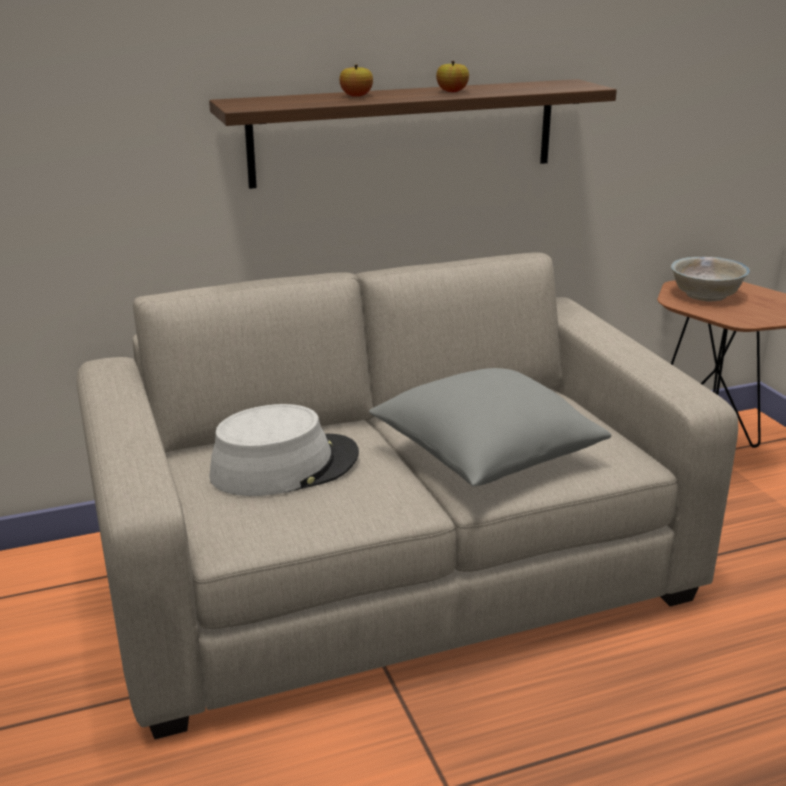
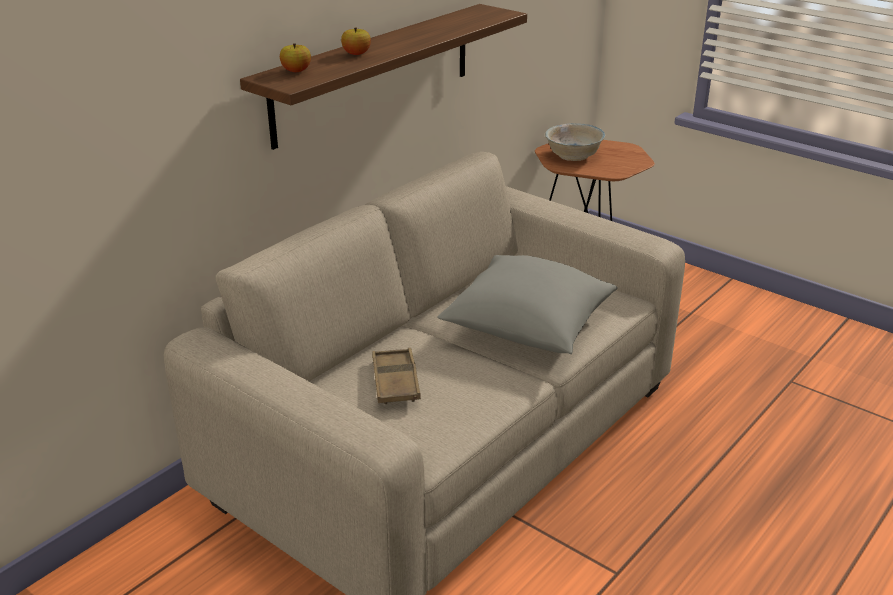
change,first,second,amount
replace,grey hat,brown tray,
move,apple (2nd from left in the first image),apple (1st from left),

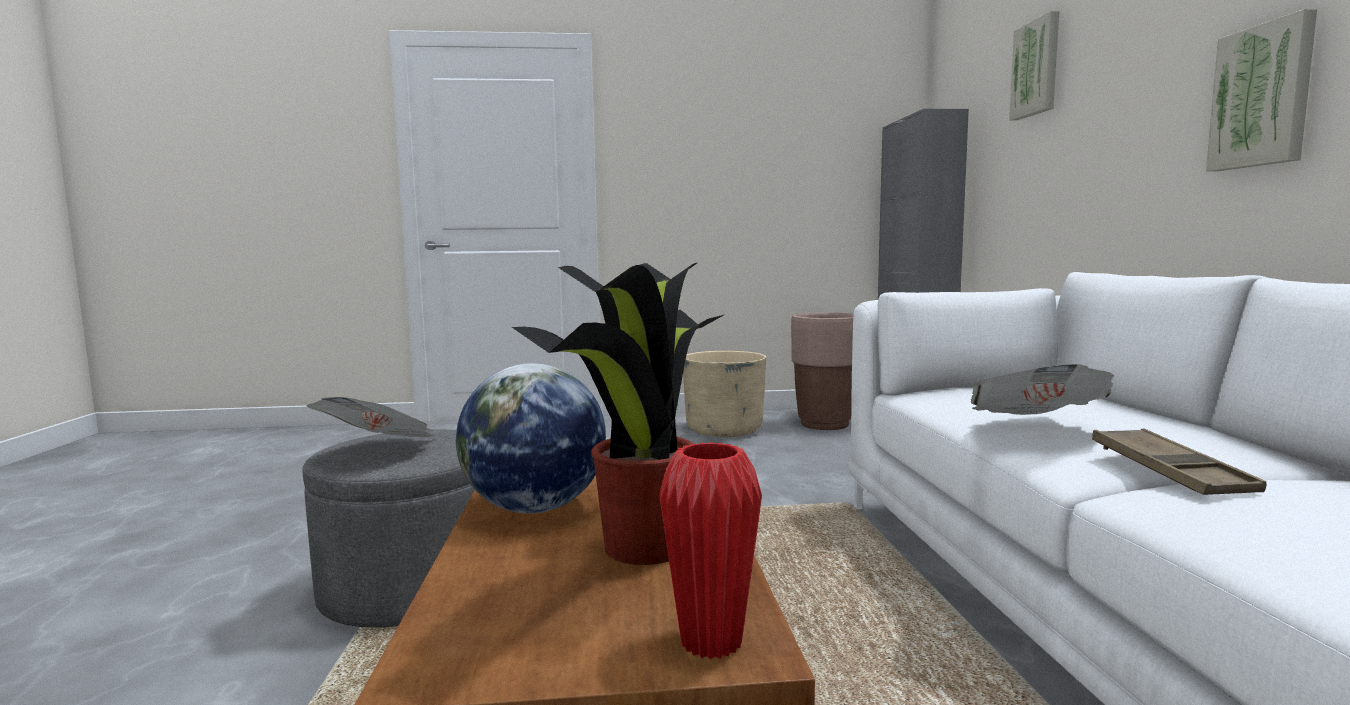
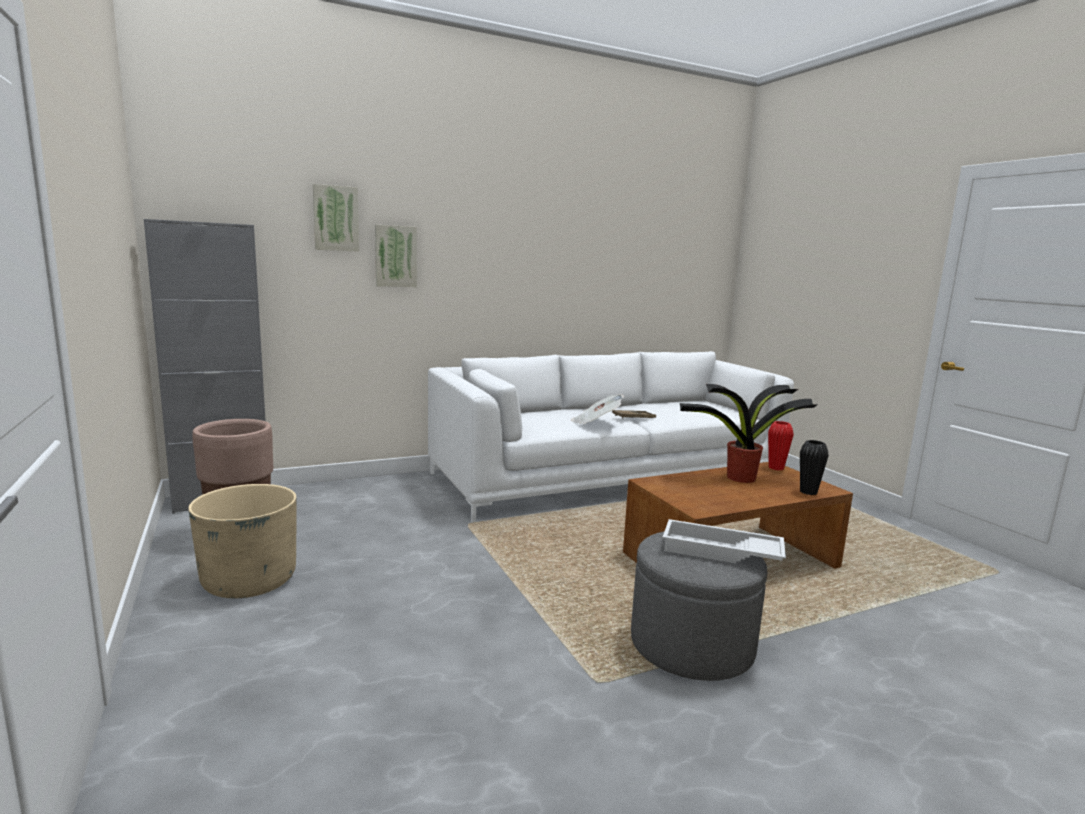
change,first,second,amount
replace,newspaper (1st from left),white tray,
delete,globe,,
move,picture (2nd from left),,
insert,,black vase,

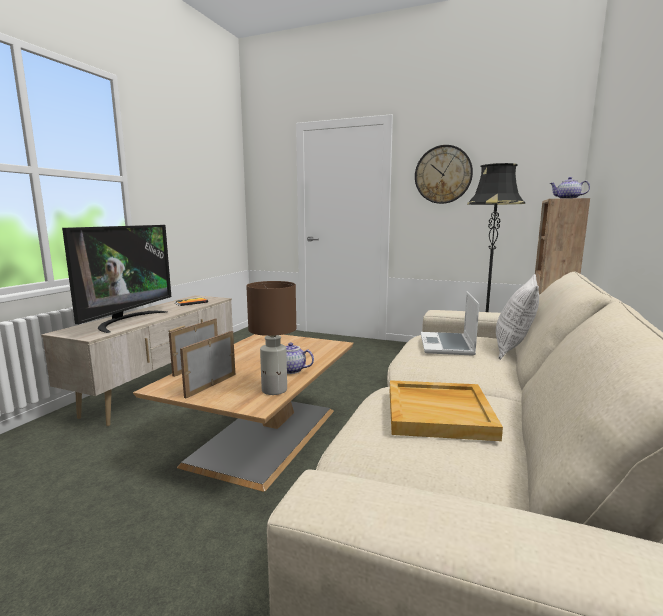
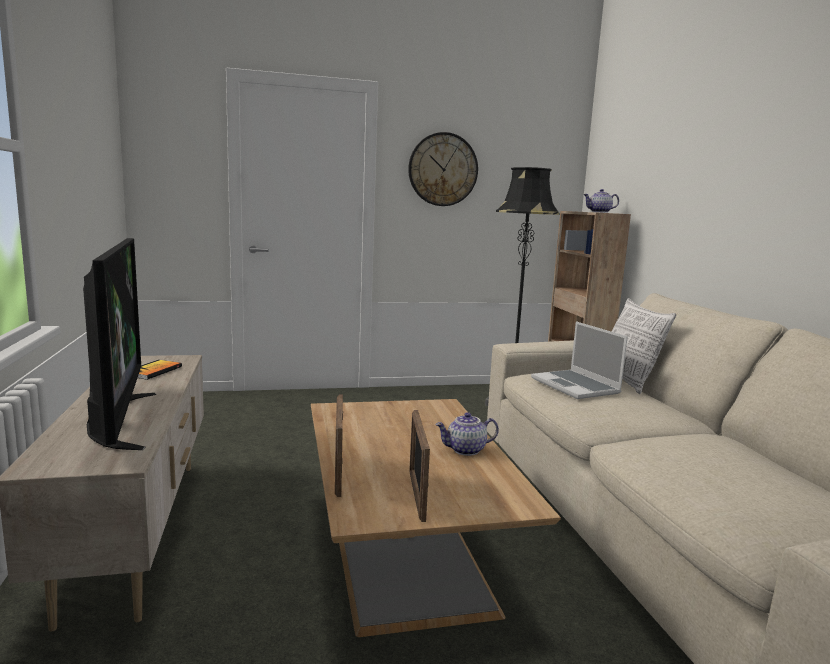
change,first,second,amount
delete,brown table lamp,,
delete,beige tray,,

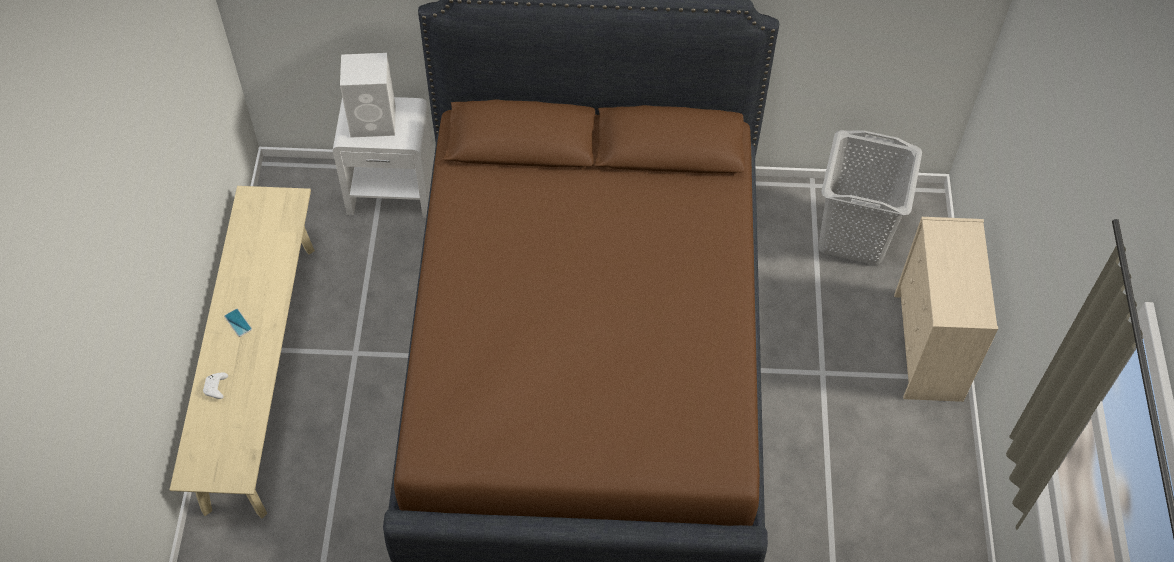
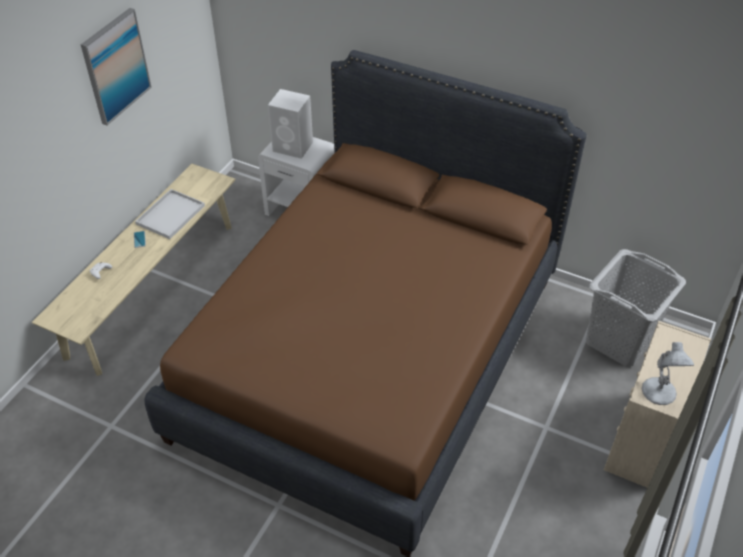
change,first,second,amount
insert,,picture,
insert,,white tray,
insert,,white table lamp,

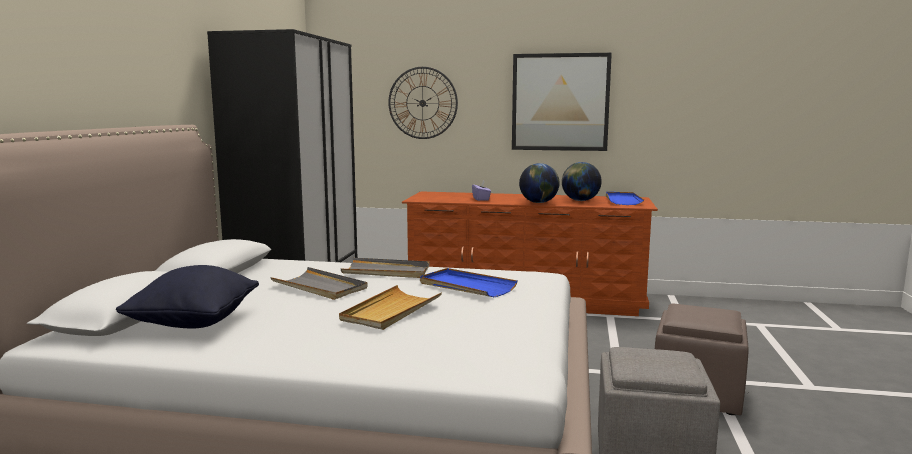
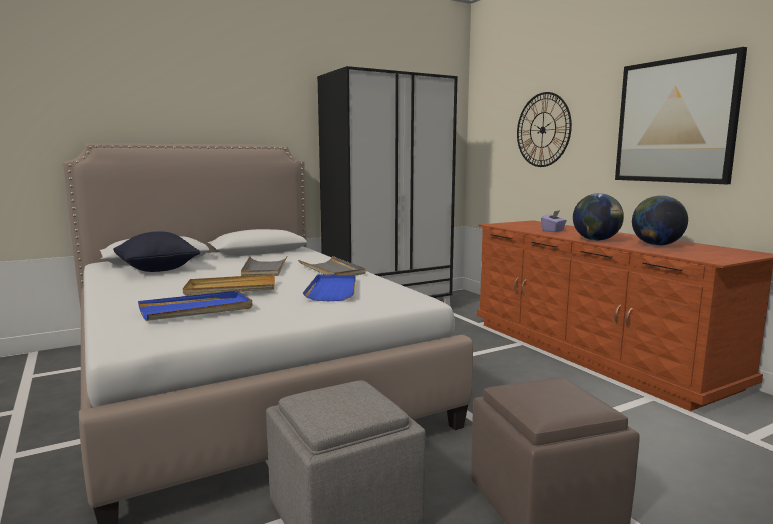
change,first,second,amount
move,blue tray (2nd from left in the first image),blue tray (1st from left),

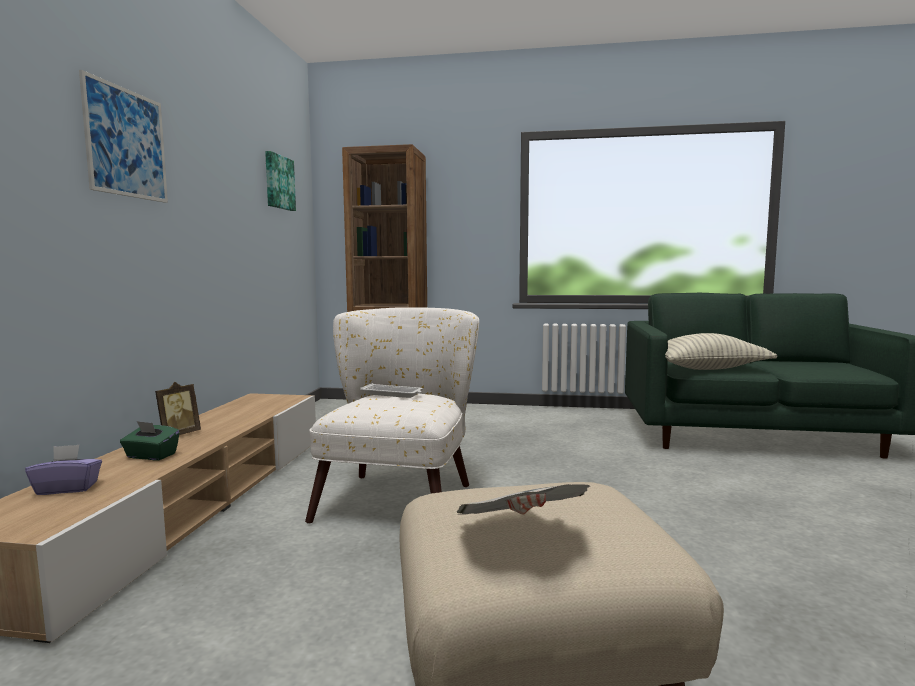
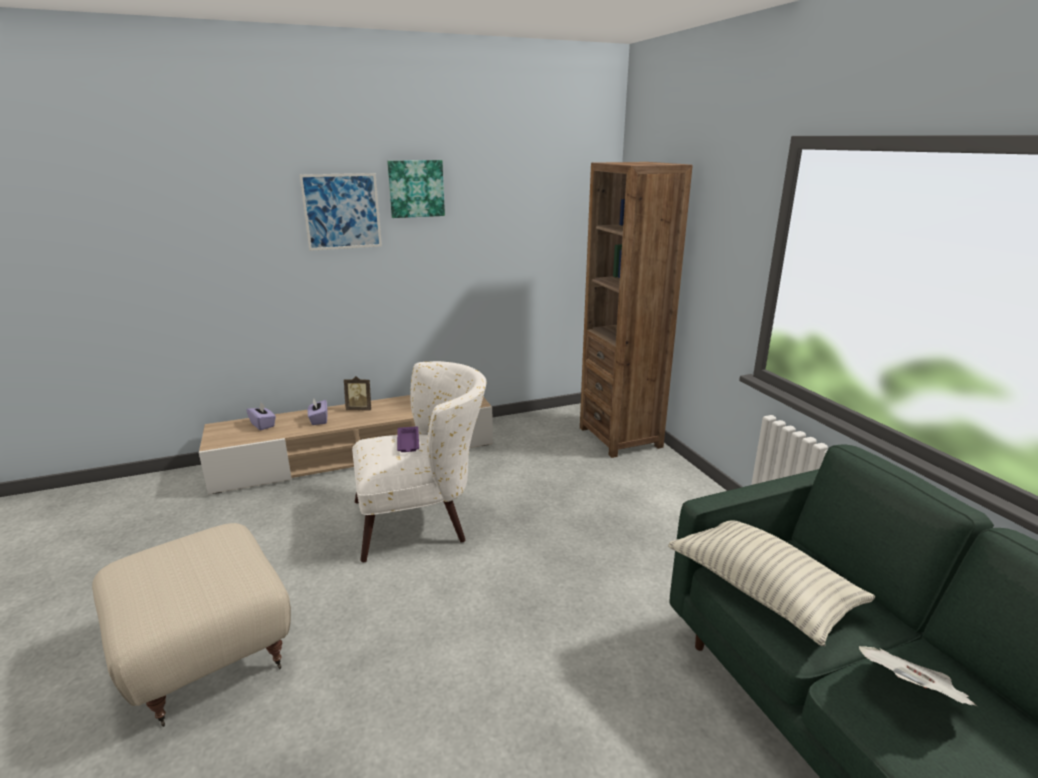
change,first,second,amount
recolor,green tissue box,purple tissue box (2nd from left),
move,picture (2nd from left),,
recolor,white tray,purple tray,
move,newspaper,,

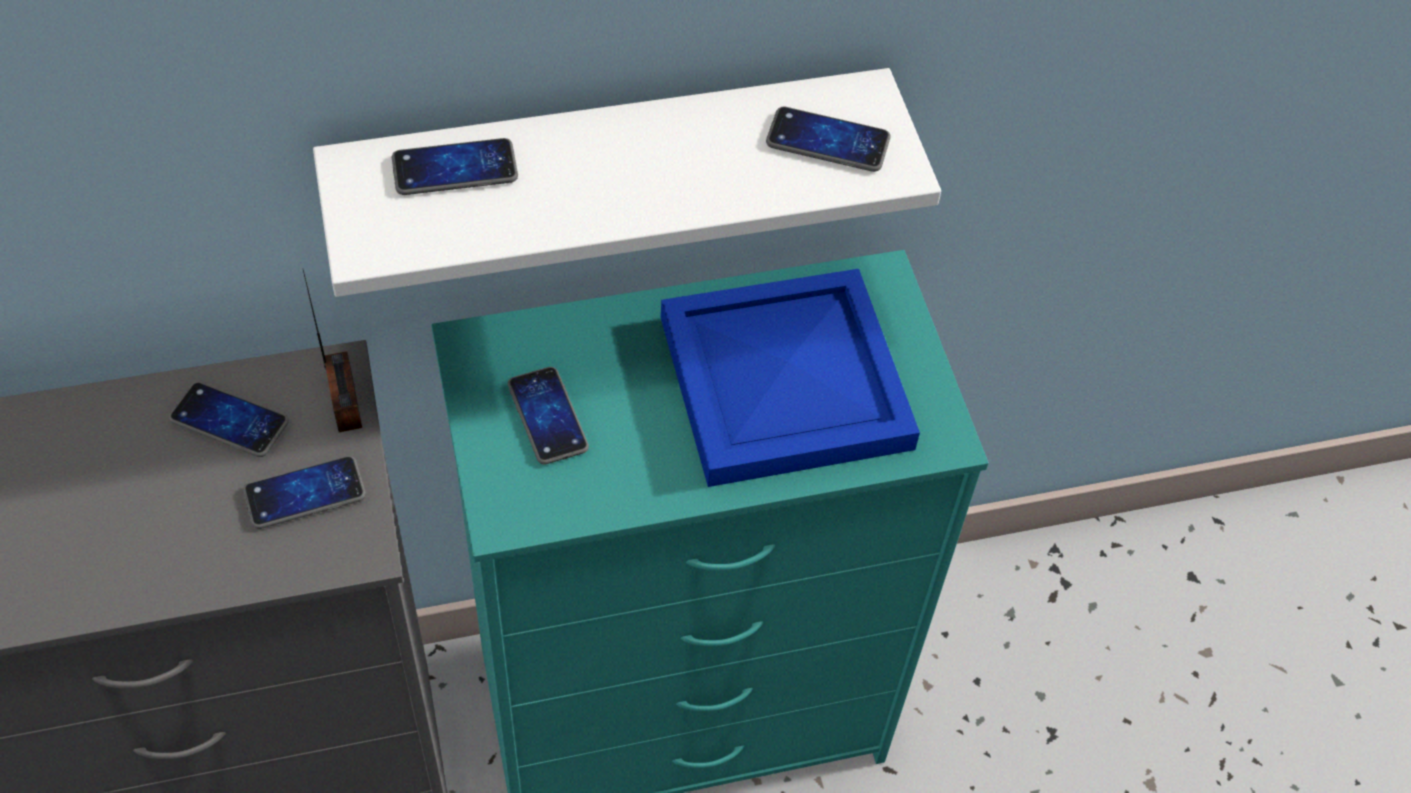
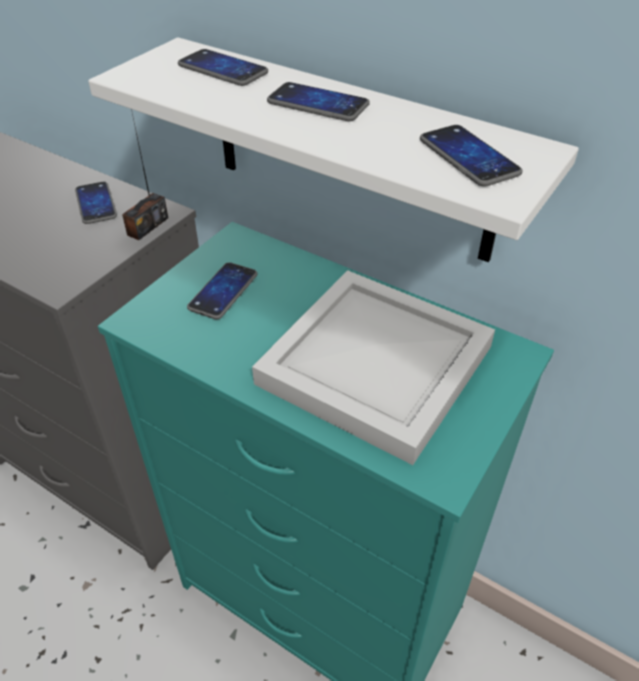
change,first,second,amount
move,phone (2nd from left in the first image),phone (4th from left),
recolor,blue tray,white tray,

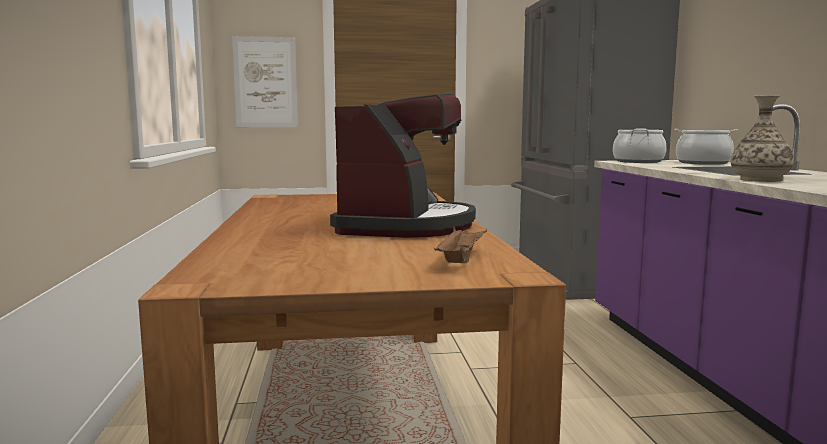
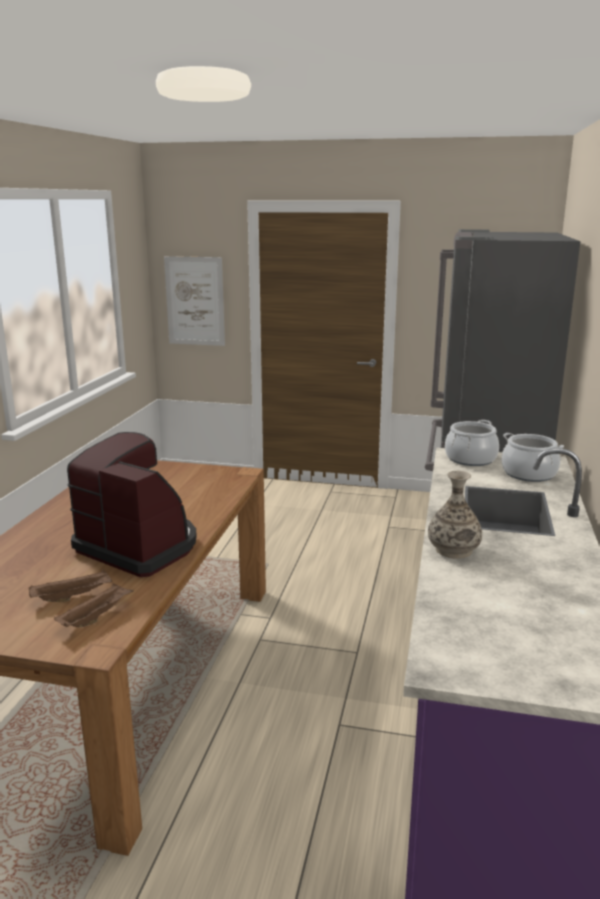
change,first,second,amount
rotate,coffee machine,,90 degrees counterclockwise
insert,,brown tray (1st from left),

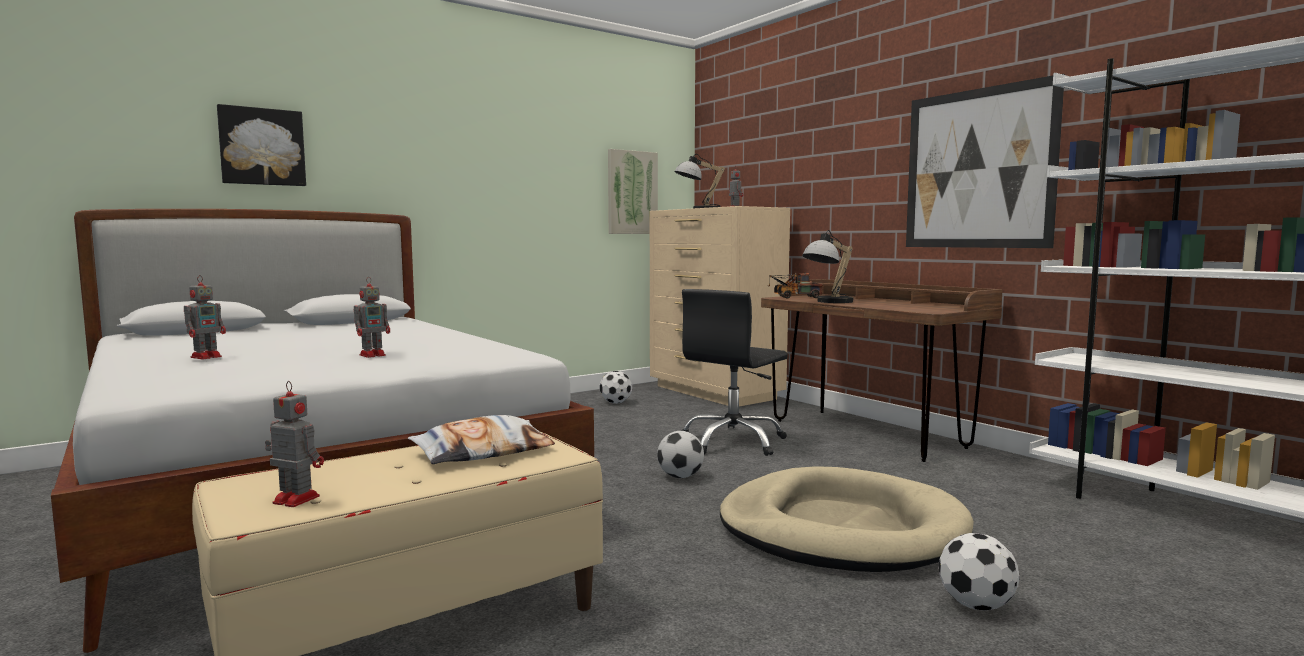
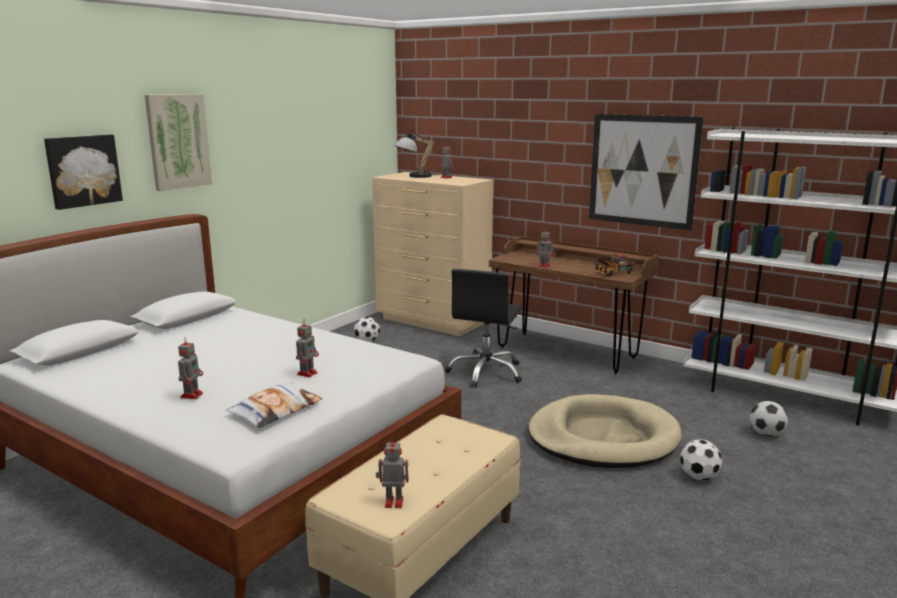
change,first,second,amount
move,pillow,,
move,picture (2nd from left),,
move,football (2nd from left in the first image),football (3rd from left),
move,toy truck,,
replace,table lamp (2nd from left),toy robot (5th from left),

